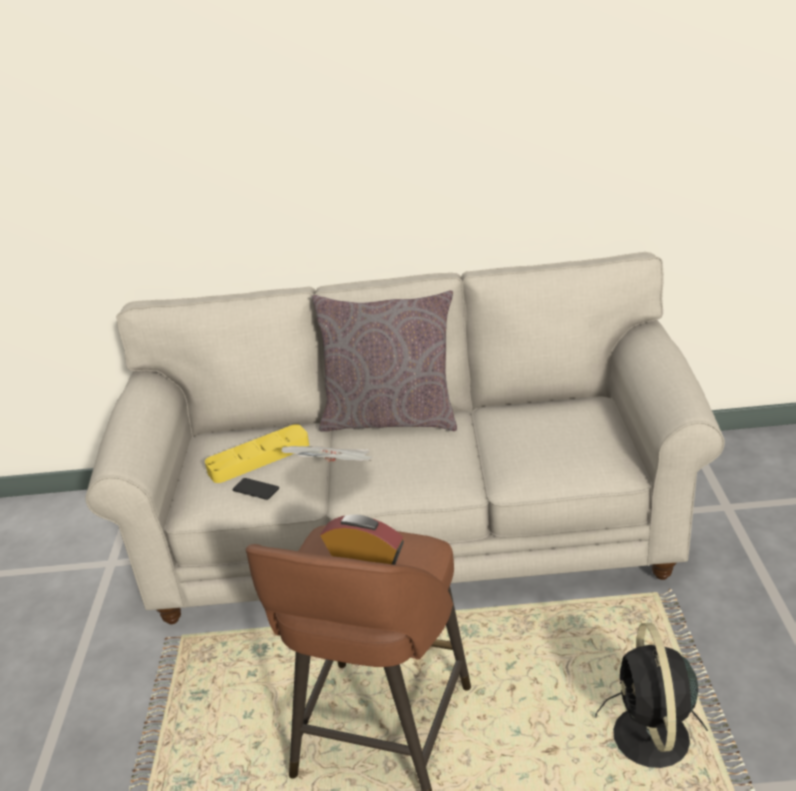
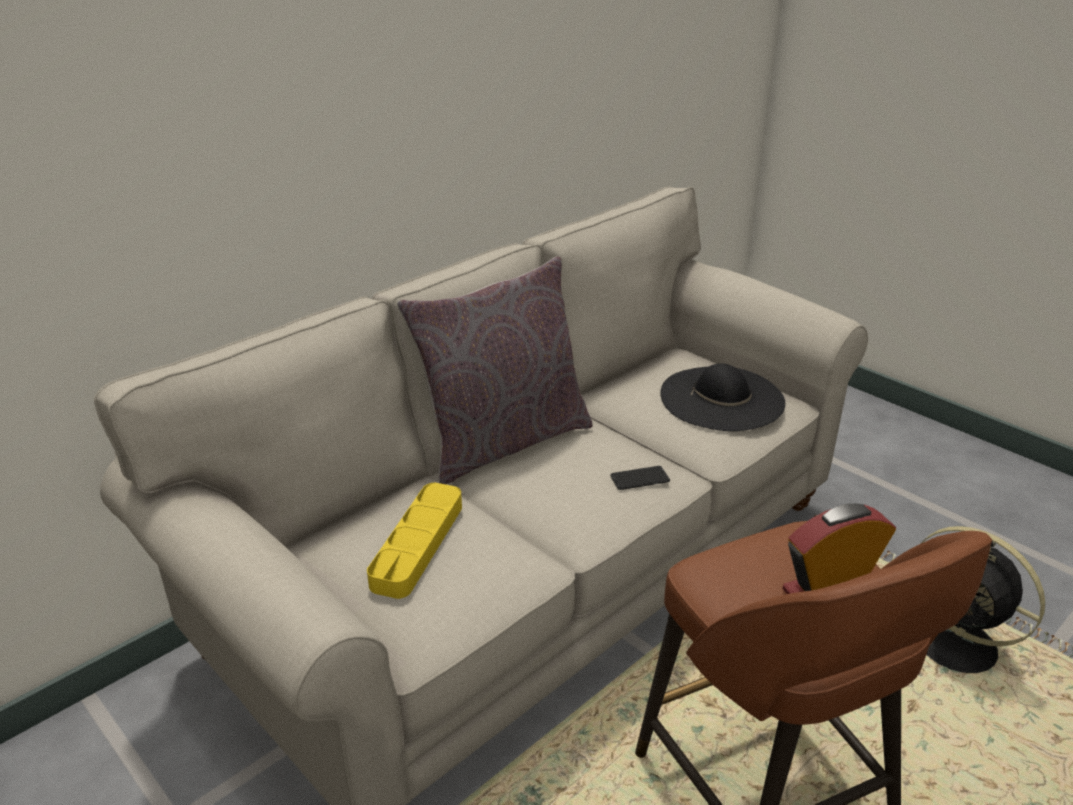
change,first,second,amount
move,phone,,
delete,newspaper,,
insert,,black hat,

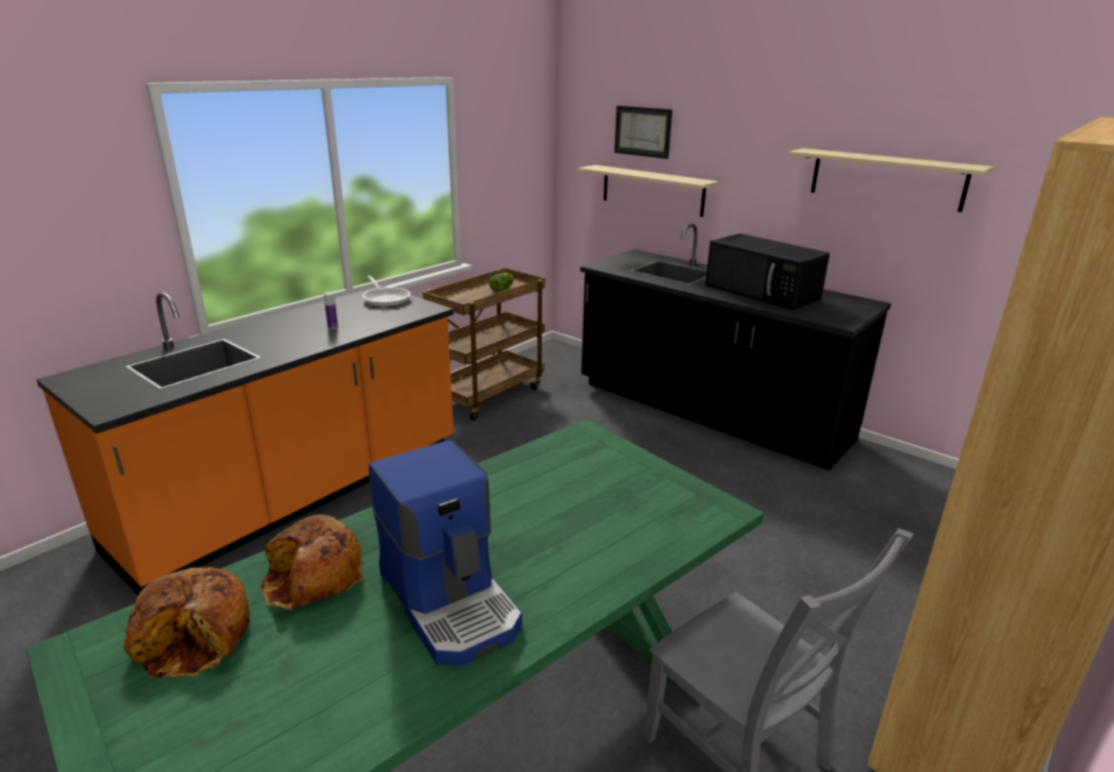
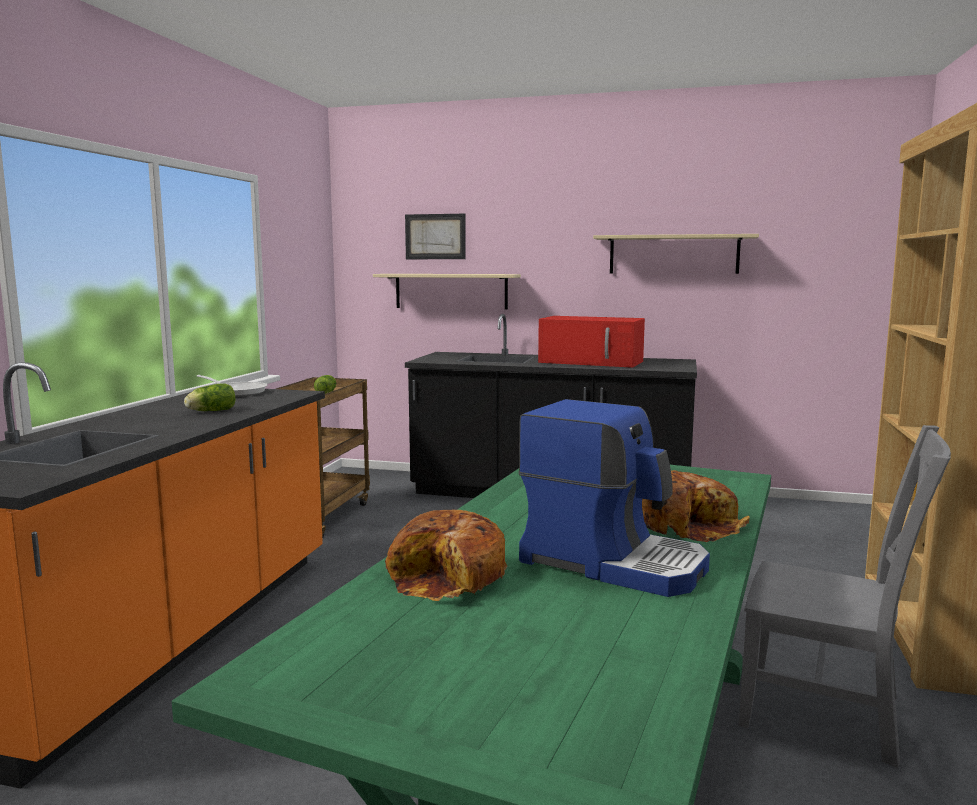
change,first,second,amount
move,bread (1st from left in the first image),bread (2nd from left),
replace,bottle,lettuce (1st from left),
recolor,black microwave,red microwave,

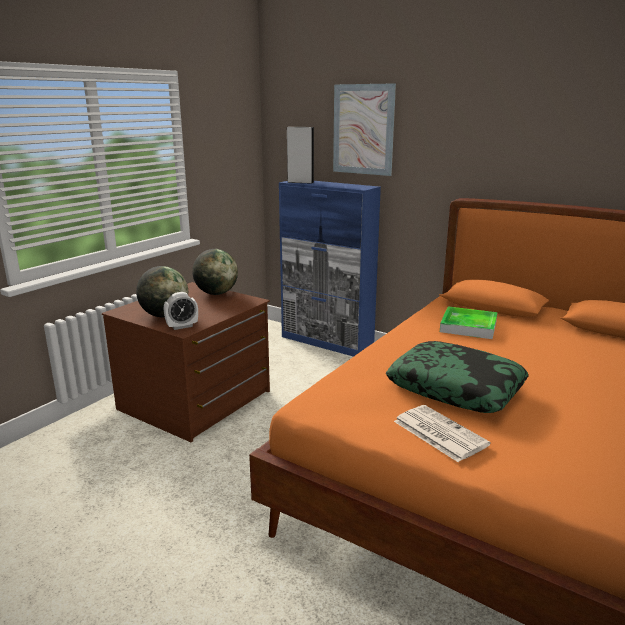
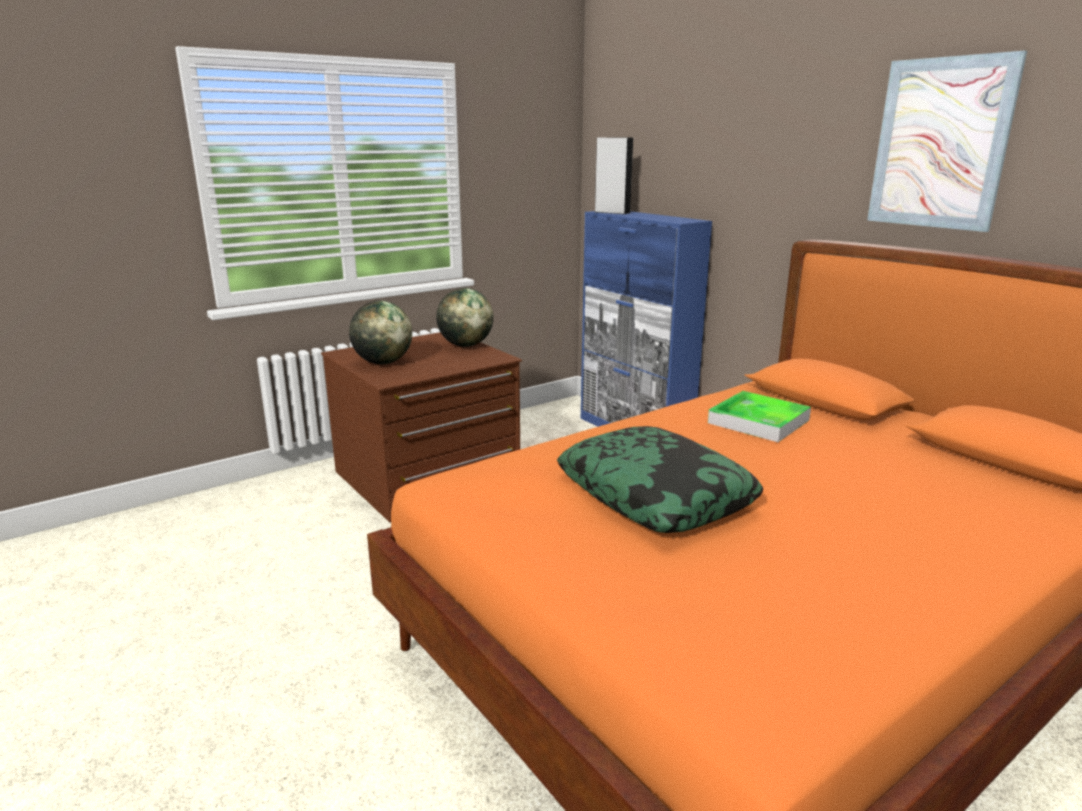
change,first,second,amount
delete,alarm clock,,
move,picture,,
delete,newspaper,,

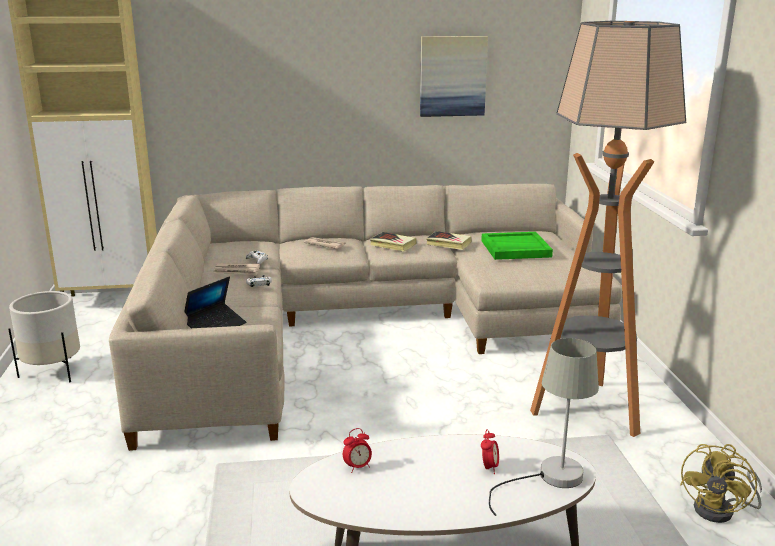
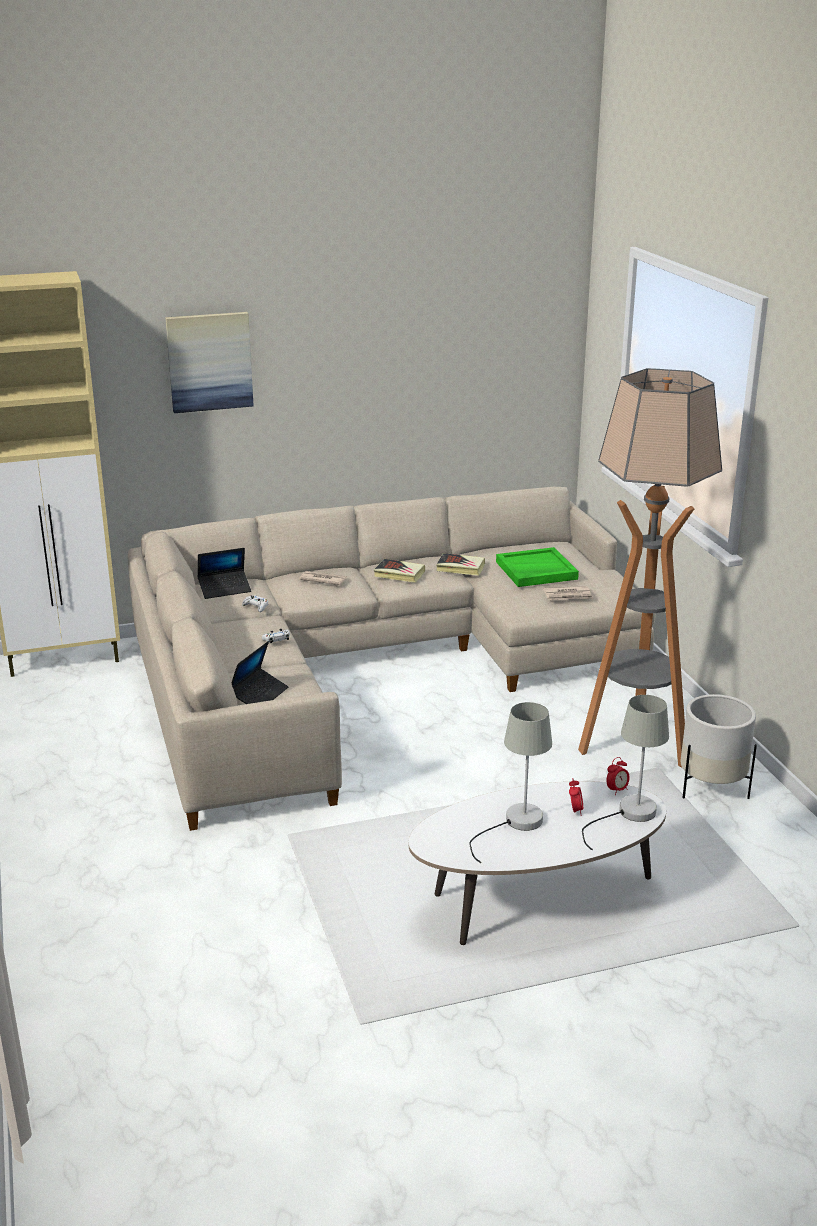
change,first,second,amount
move,white planter,,
move,newspaper (1st from left in the first image),newspaper (2nd from left),
move,alarm clock (1st from left in the first image),alarm clock (2nd from left),
move,picture,,
delete,yellow fan,,
insert,,laptop (1st from left),
insert,,grey table lamp (1st from left),

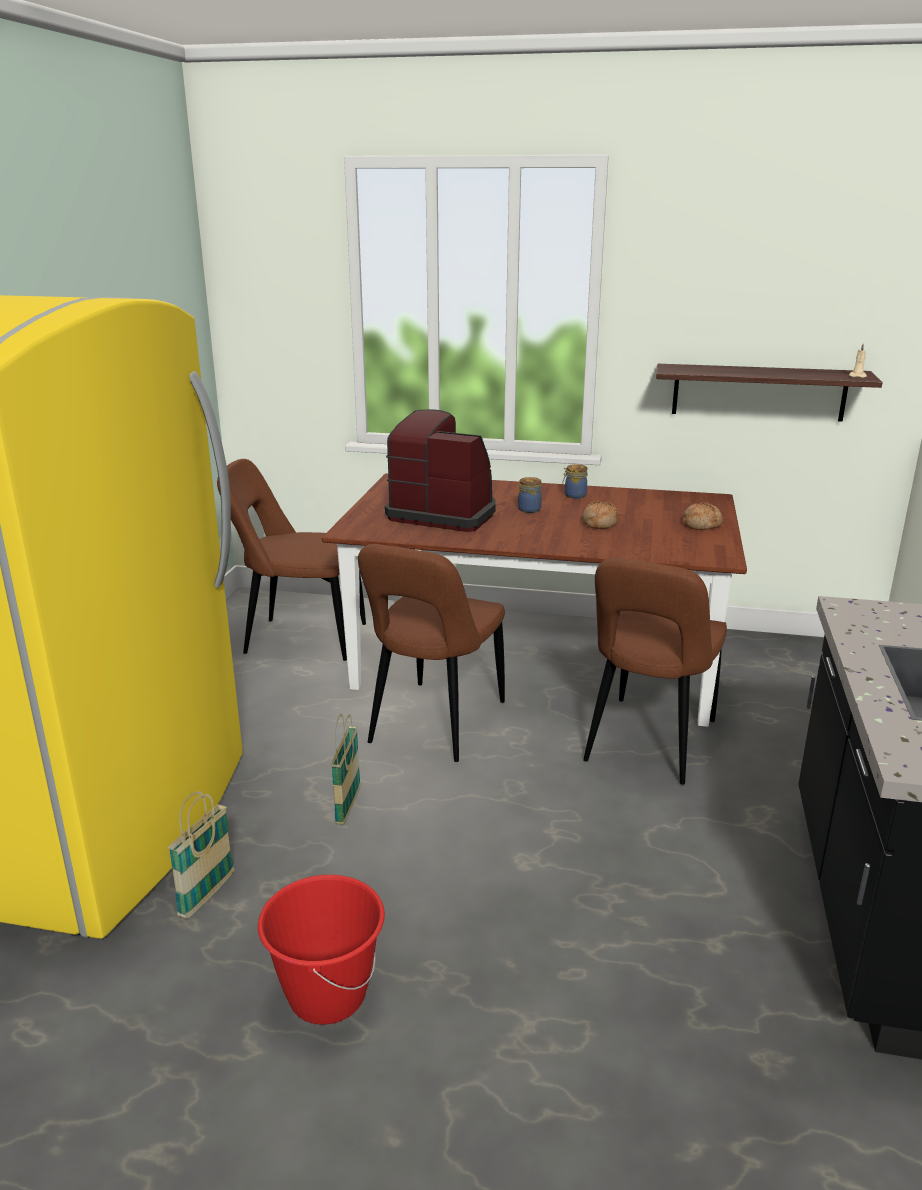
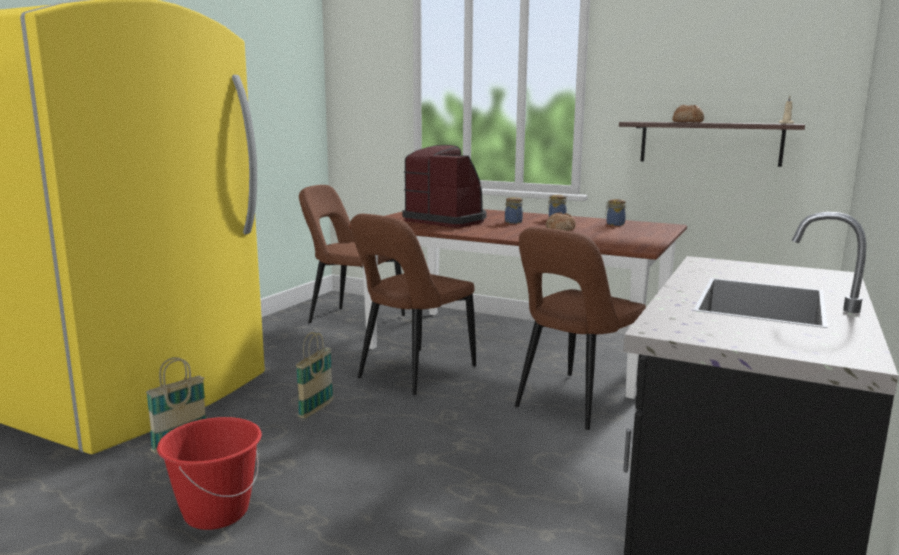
change,first,second,amount
move,bread (2nd from left),,
insert,,jar (3rd from left),

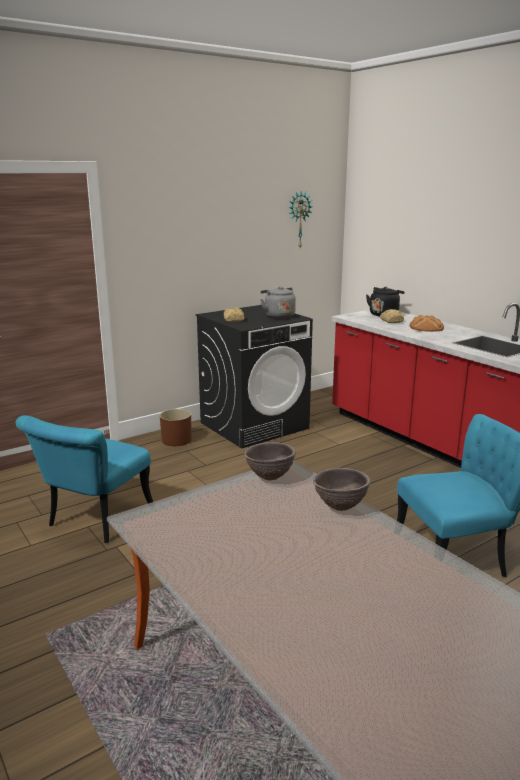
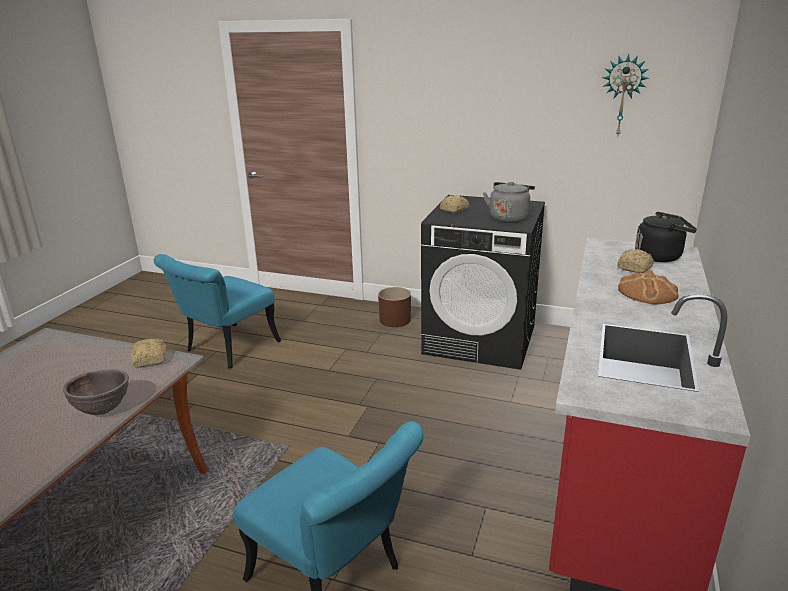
change,first,second,amount
rotate,turquoise chair (1st from left),,45 degrees counterclockwise
replace,brown bowl (1st from left),bread (1st from left),

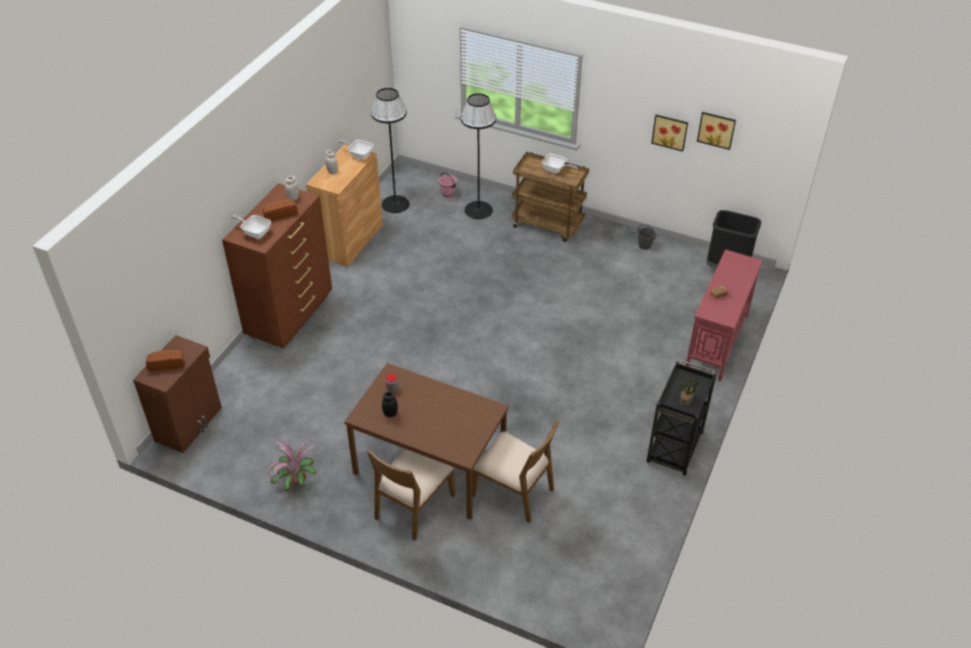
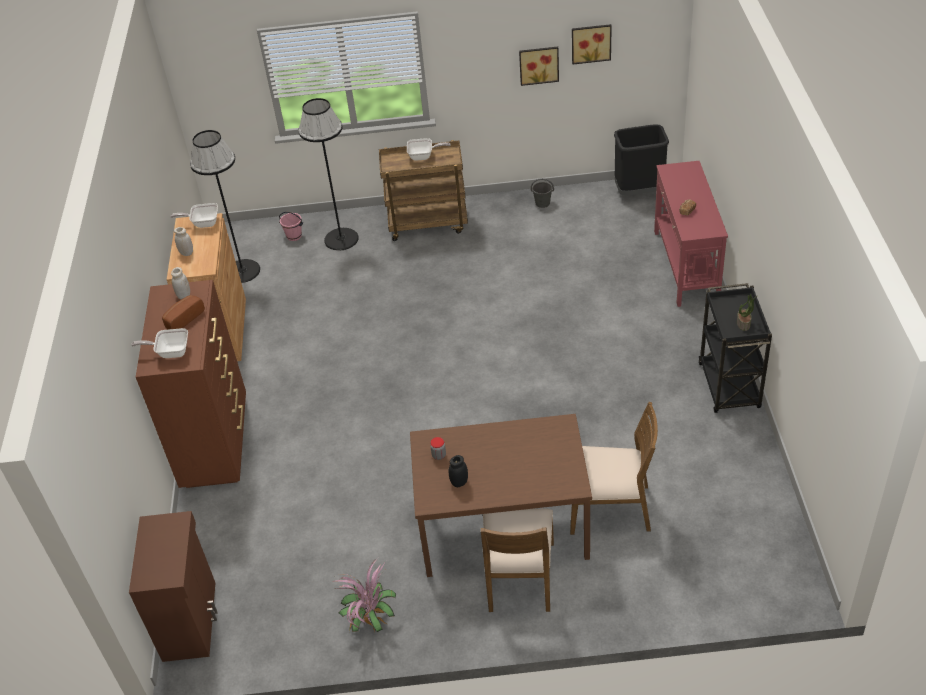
change,first,second,amount
delete,bread (1st from left),,

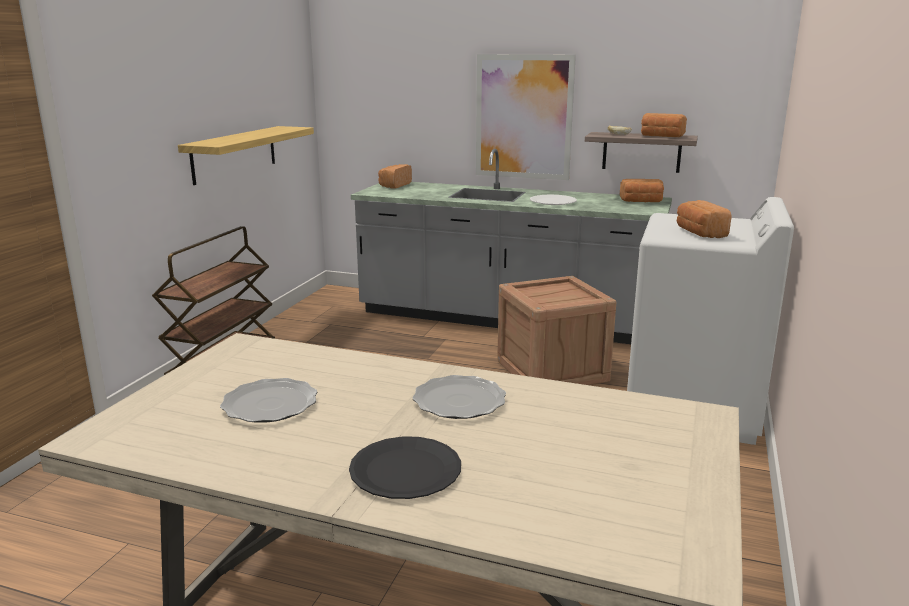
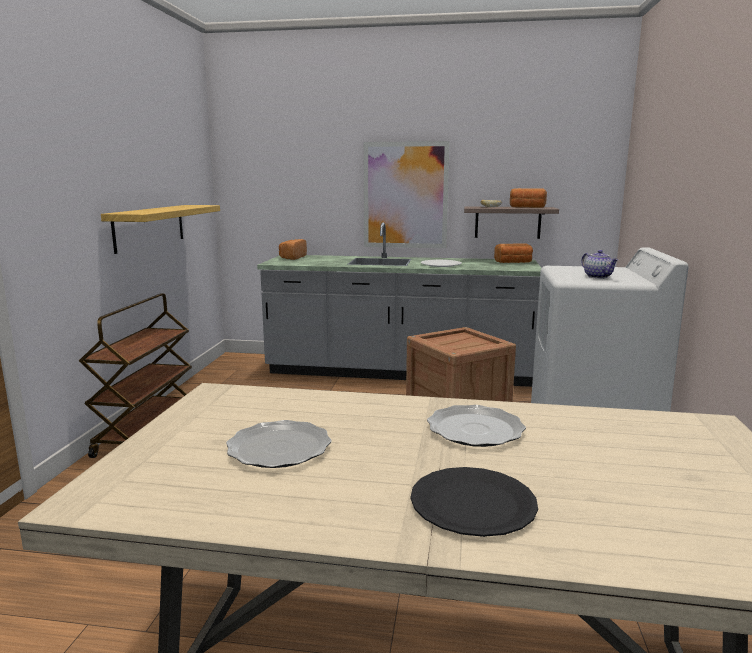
change,first,second,amount
replace,bread (5th from left),teapot,

